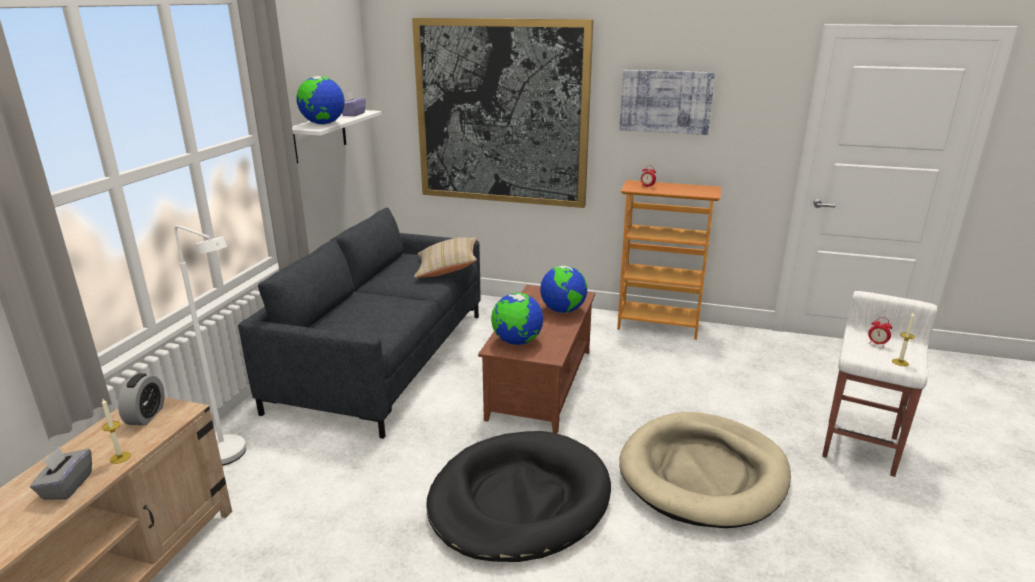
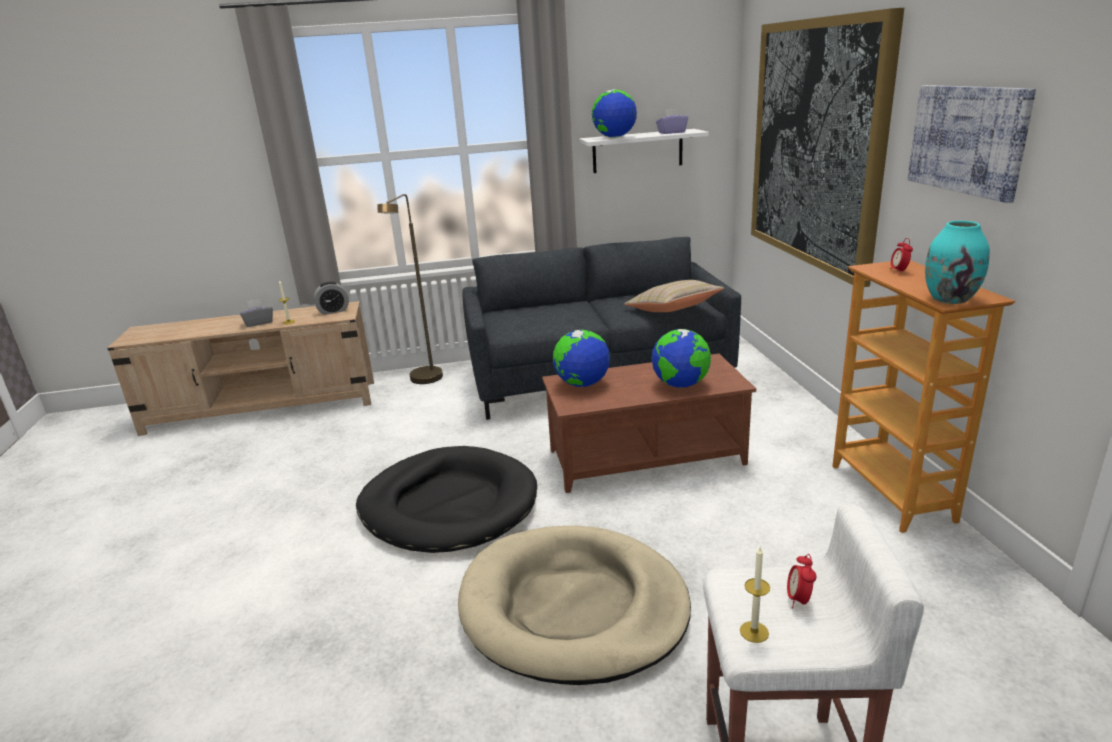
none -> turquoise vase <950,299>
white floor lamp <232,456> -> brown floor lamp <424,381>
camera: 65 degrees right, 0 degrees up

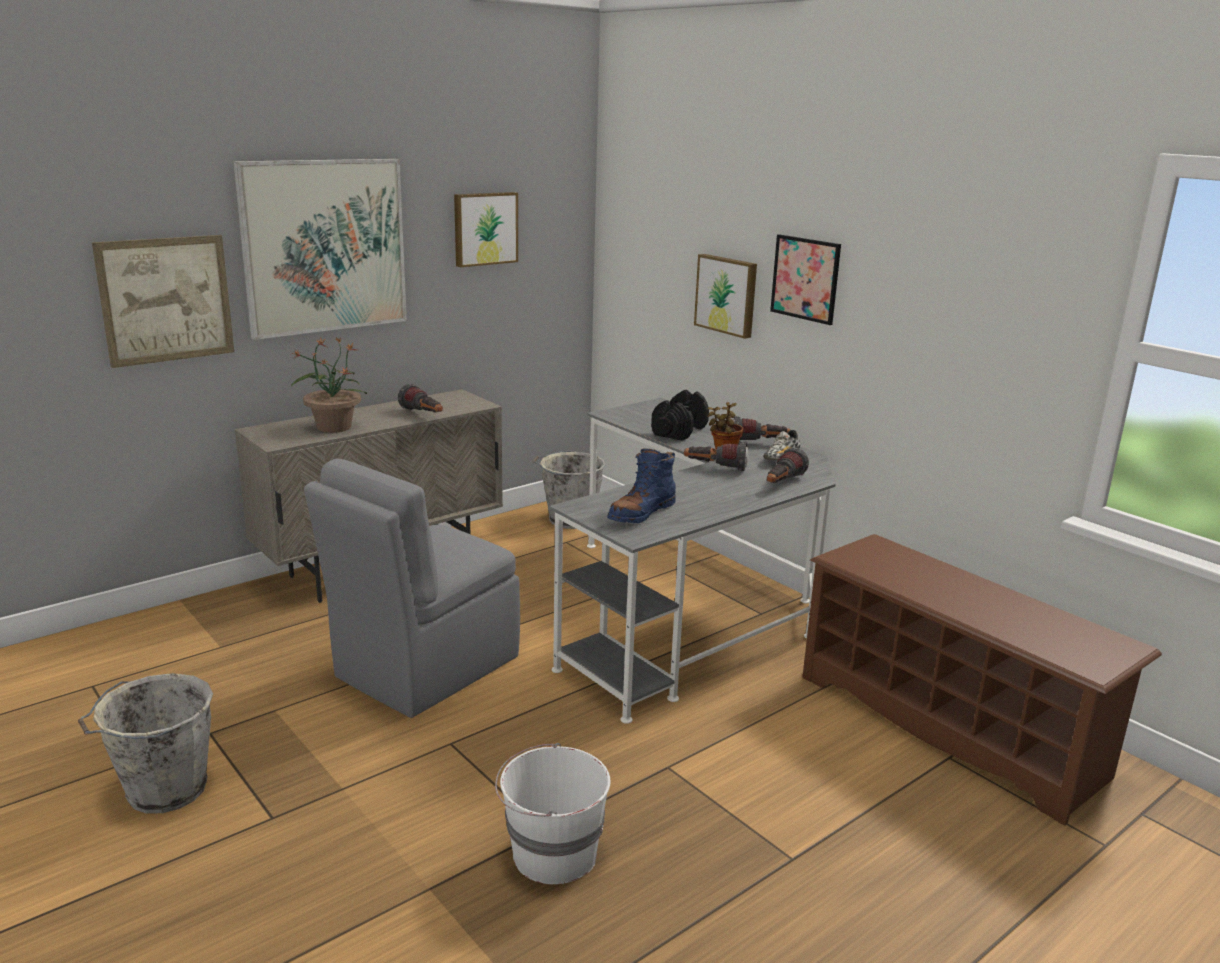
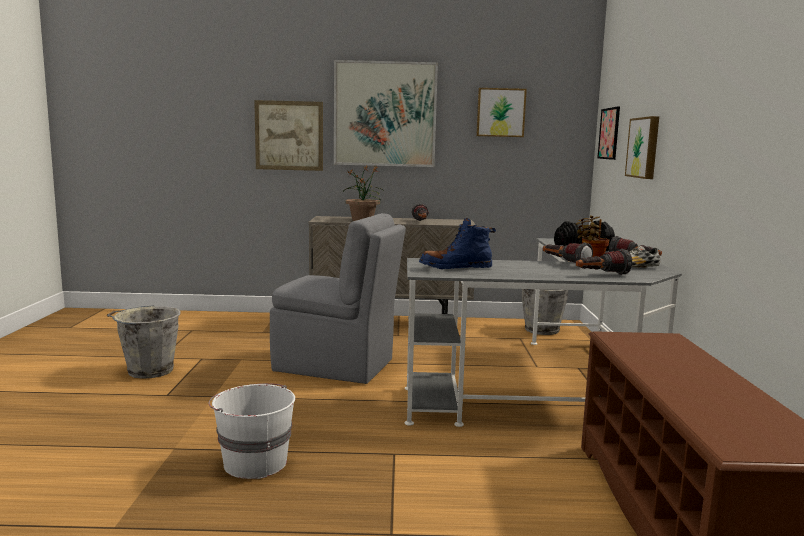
picture <805,278> -> picture <609,133>, moved
grey chair <423,668> -> grey chair <336,366>, 150 degrees counterclockwise
camera: 40 degrees right, 10 degrees down

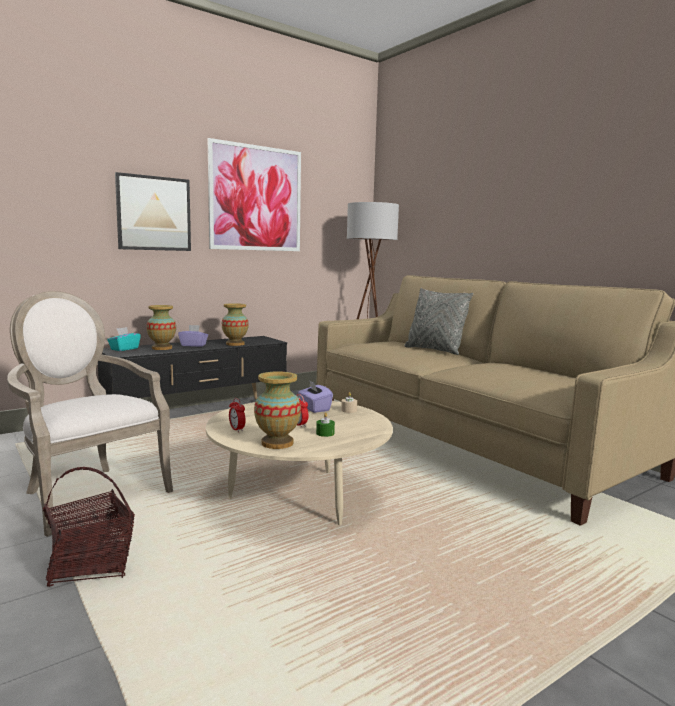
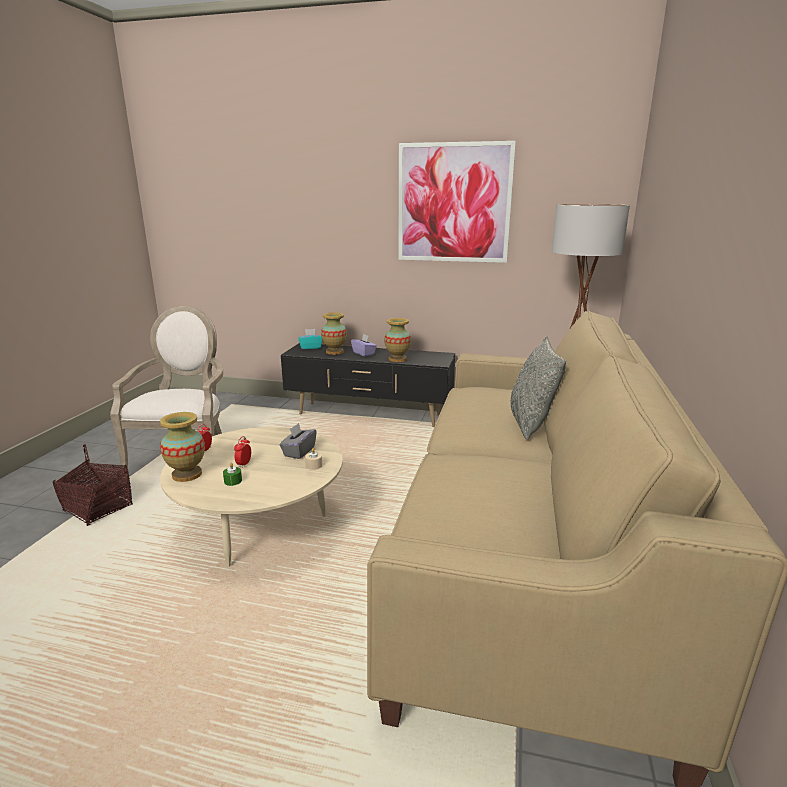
picture <154,213> -> none
purple tissue box <314,408> -> grey tissue box <299,452>
camera: 50 degrees right, 10 degrees up

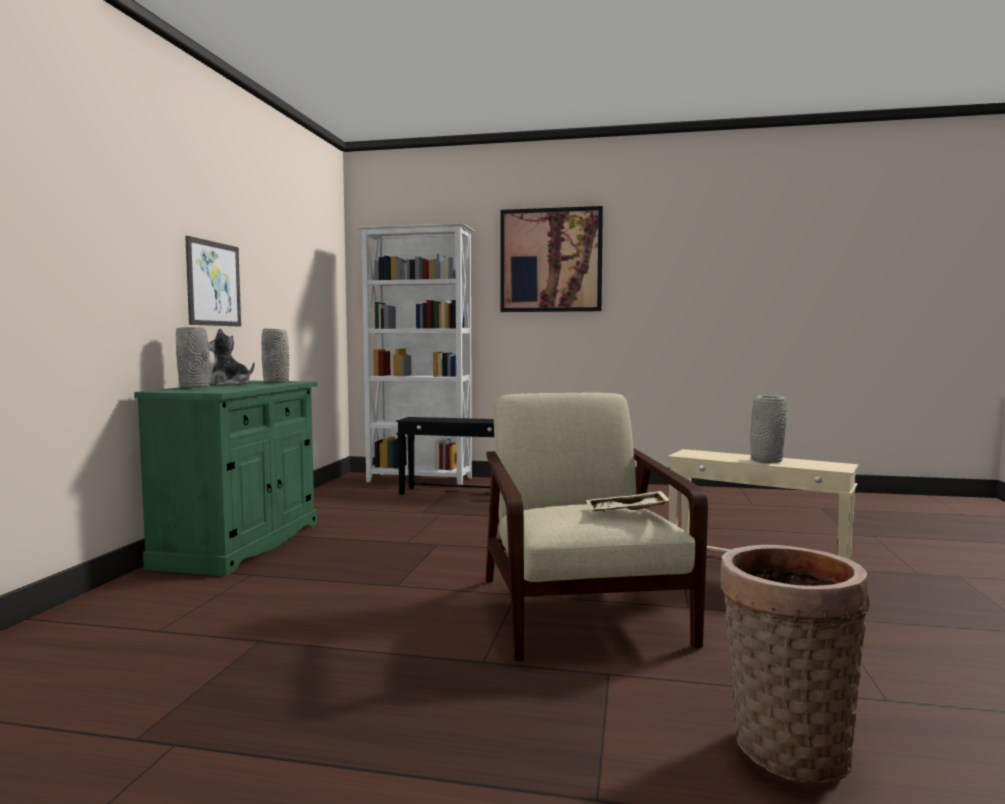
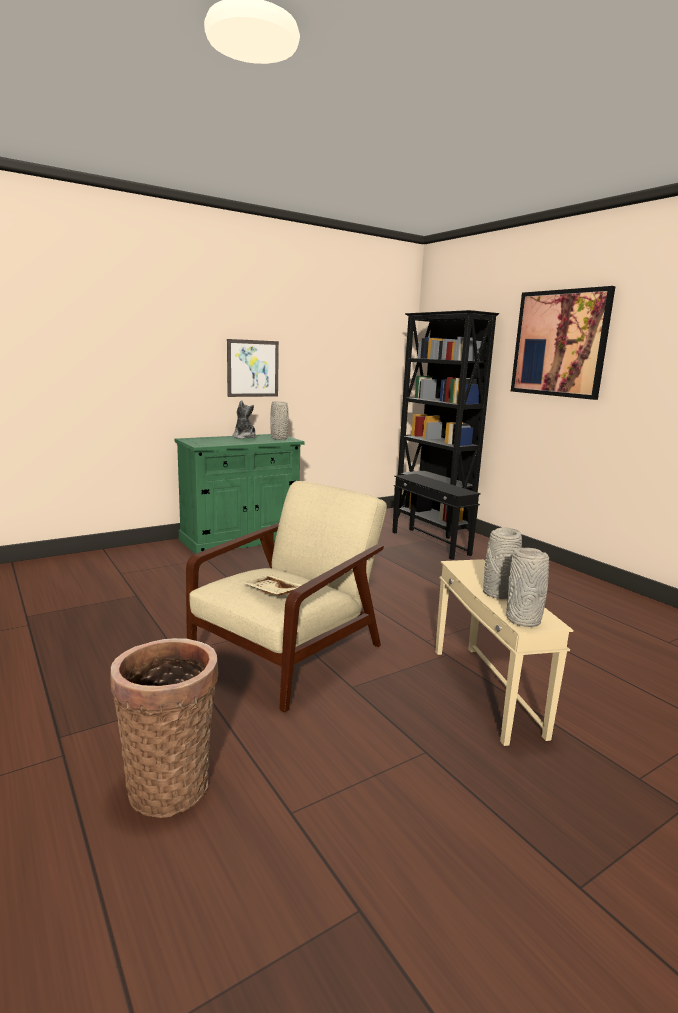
grey vase <195,387> -> grey vase <524,620>, moved
white bookcase <420,480> -> black bookcase <432,525>
camera: 45 degrees right, 10 degrees up

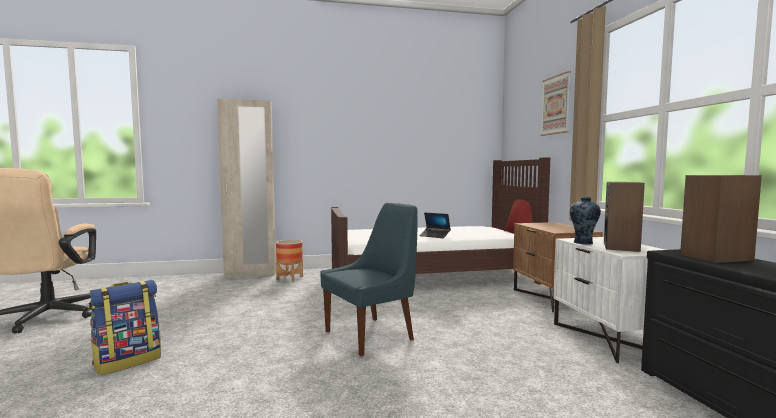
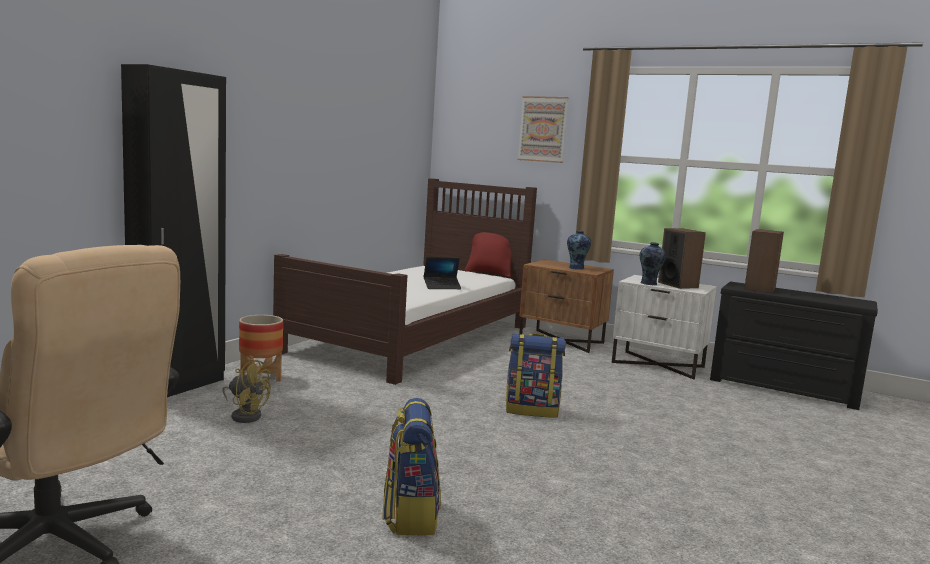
none -> yellow fan <245,415>
none -> vase <576,268>
blue chair <372,335> -> backpack <532,410>
beige wardrobe <250,274> -> black wardrobe <178,387>
camera: 50 degrees left, 5 degrees up

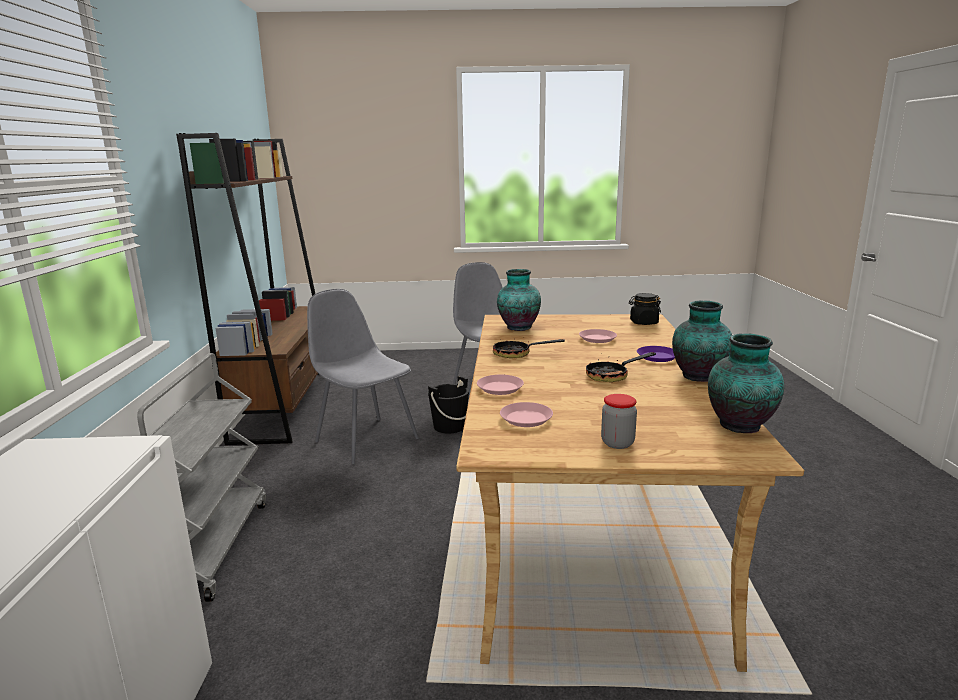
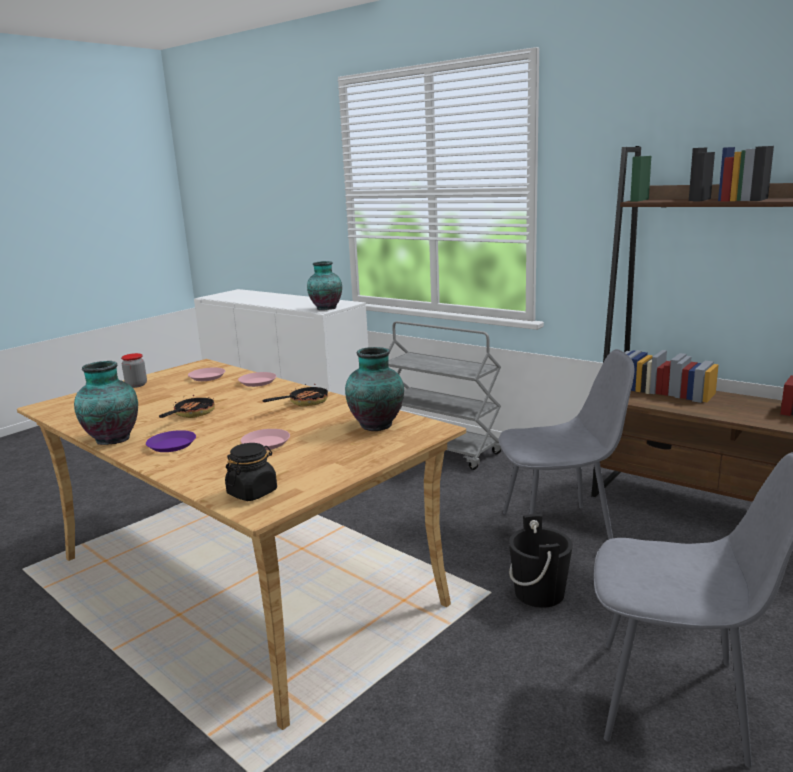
vase <740,426> -> vase <325,308>, moved
camera: 130 degrees right, 0 degrees up

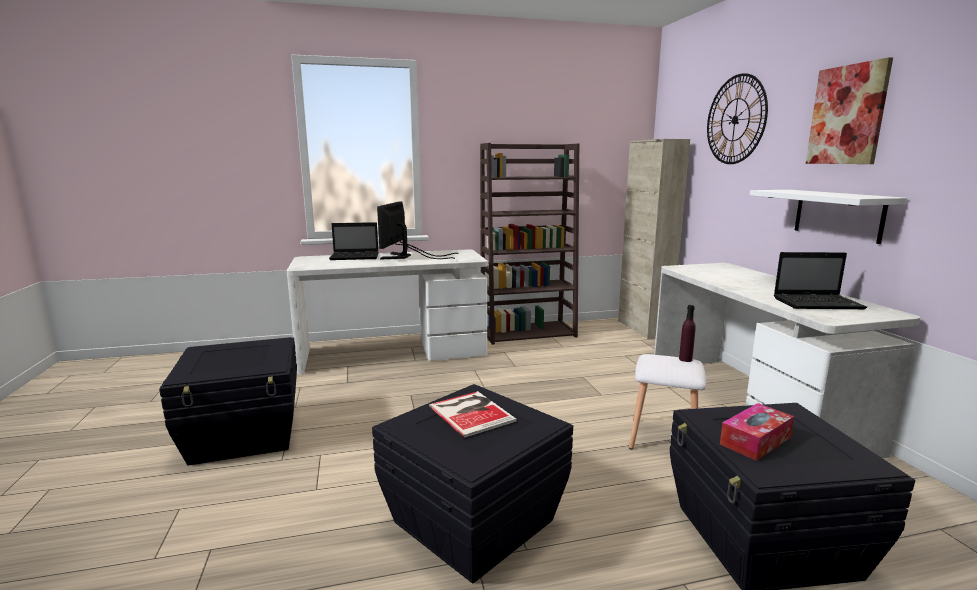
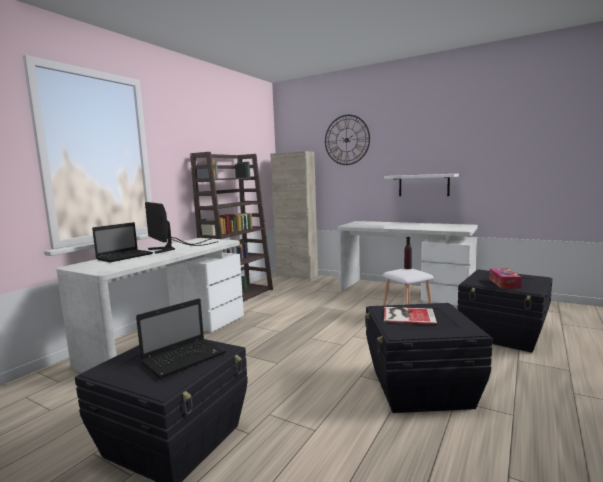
picture <847,115> -> none
laptop <819,303> -> laptop <185,358>, moved
camera: 45 degrees left, 5 degrees down

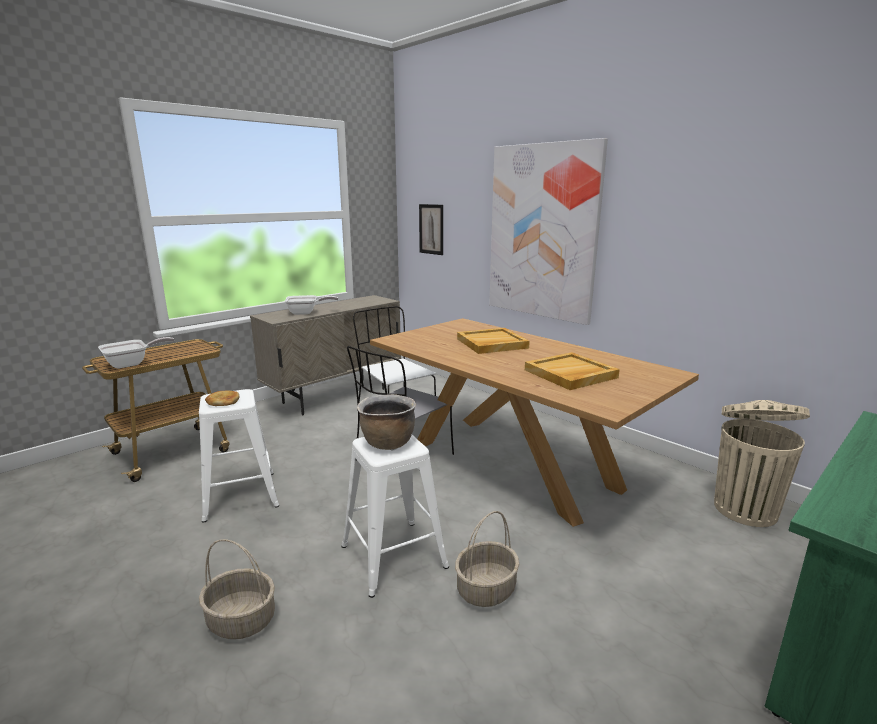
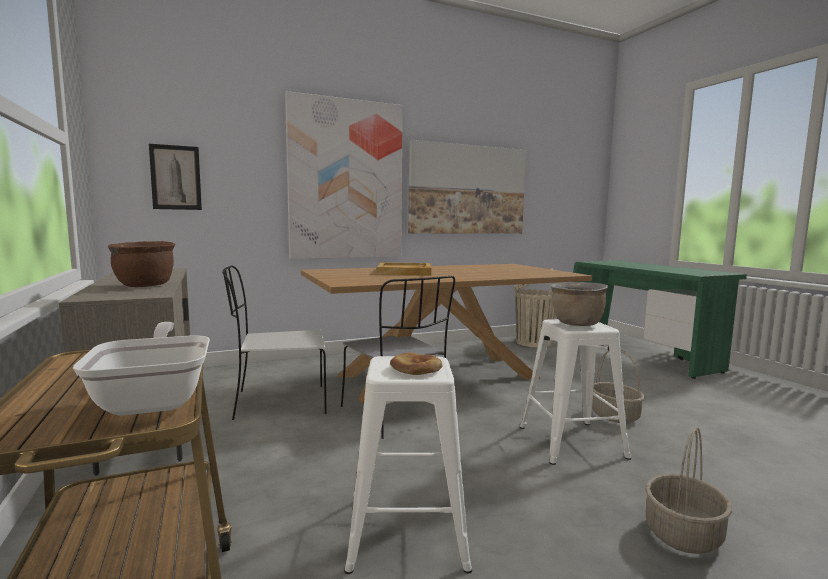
beige tray <570,374> -> none
none -> picture <467,190>
frying pan <306,313> -> brown cooking pot <145,286>
camera: 70 degrees left, 10 degrees down

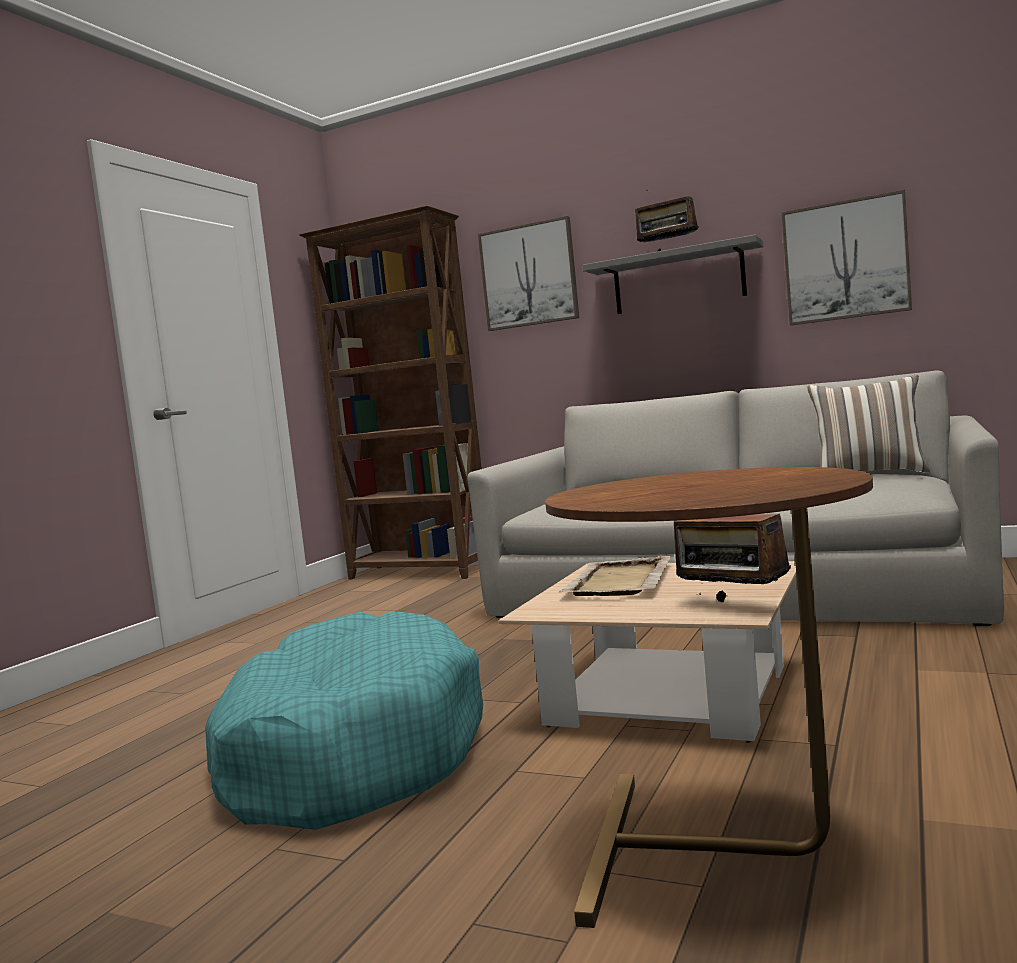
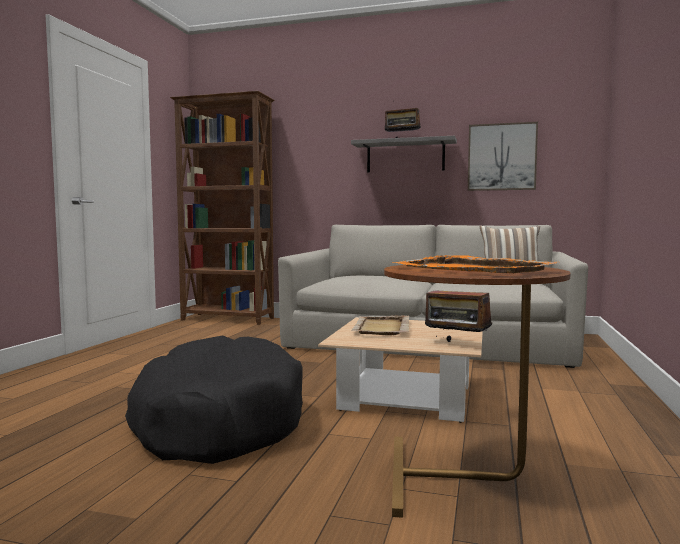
picture <529,275> -> none
none -> orange tray <473,269>
turquoise dog bed <348,753> -> black dog bed <217,421>
camera: 10 degrees left, 0 degrees up

